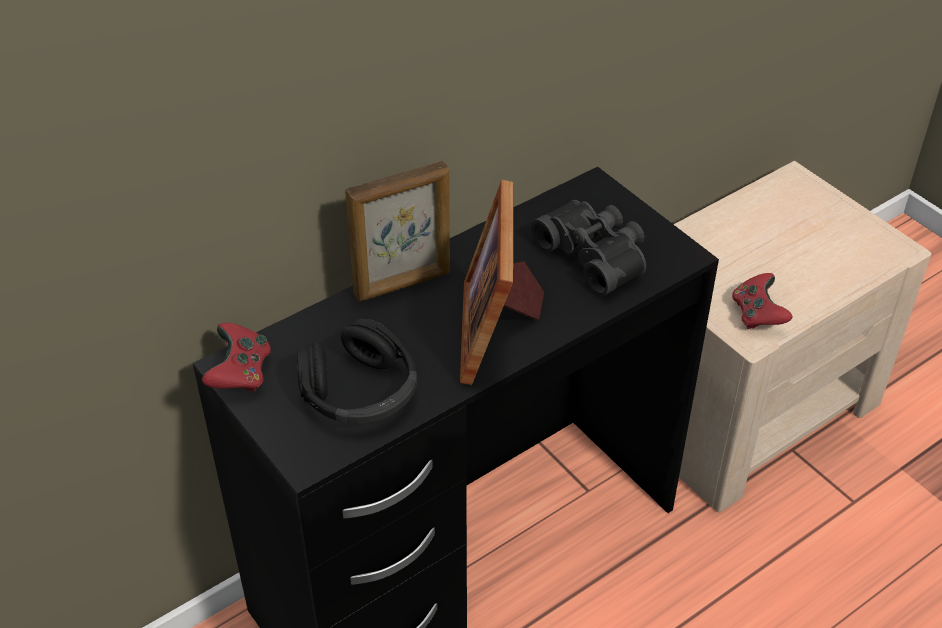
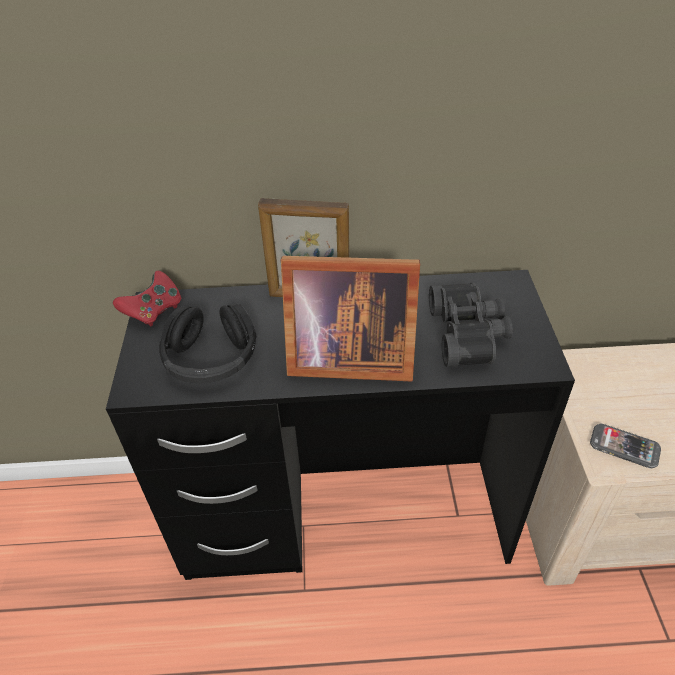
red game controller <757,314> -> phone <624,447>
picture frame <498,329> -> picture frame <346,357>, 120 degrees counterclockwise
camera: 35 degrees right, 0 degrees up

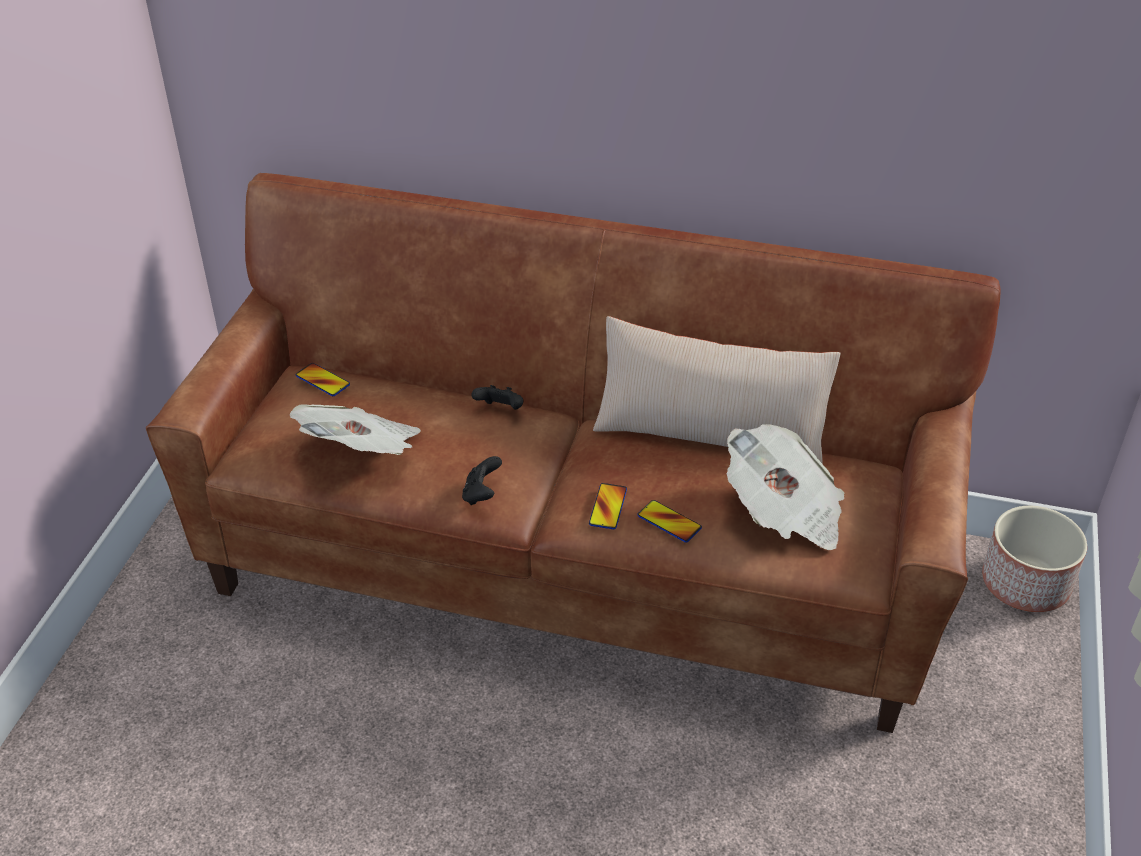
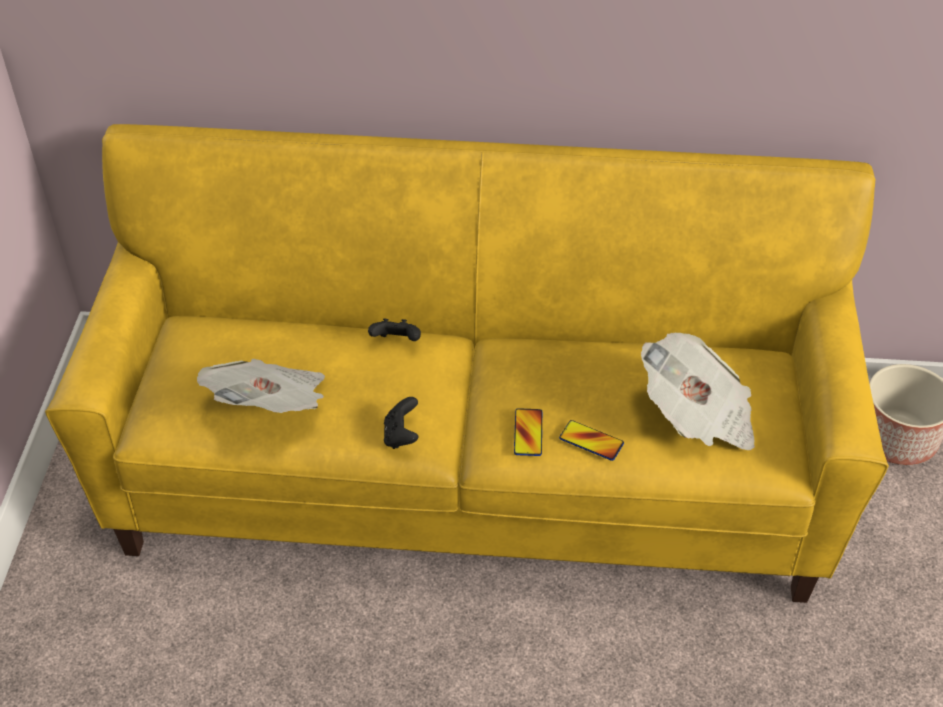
phone <322,380> -> none
beige pillow <710,432> -> none
brown sofa <570,567> -> yellow sofa <470,479>
camera: 10 degrees left, 5 degrees up

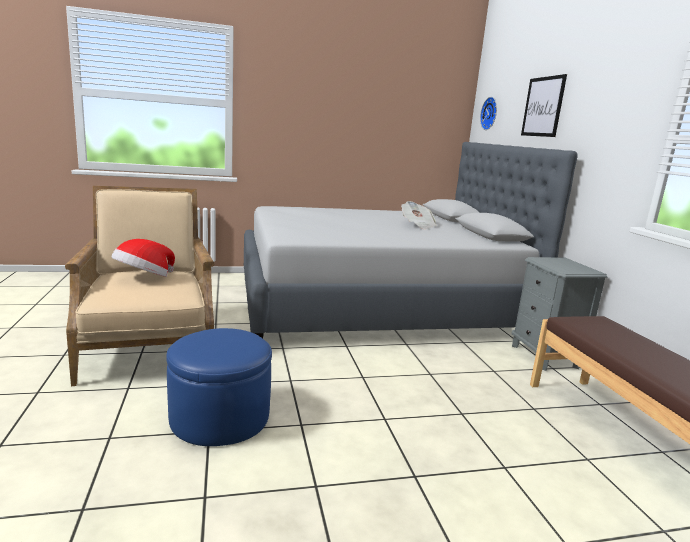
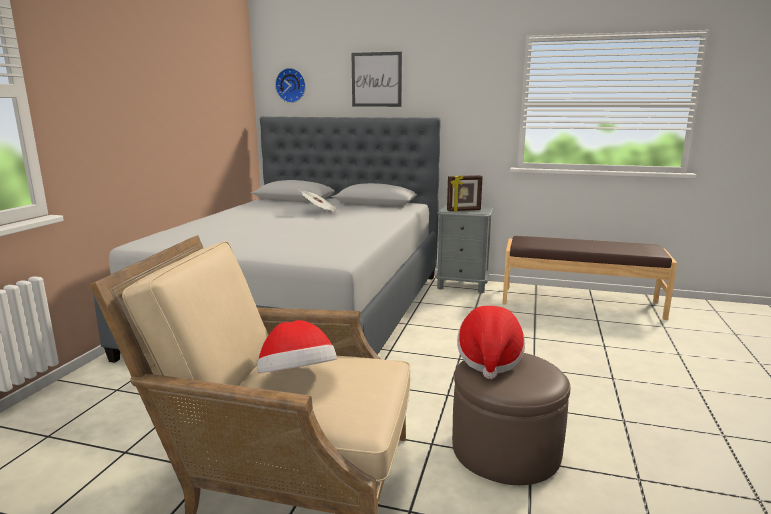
none -> picture frame <464,210>
none -> hat <489,360>
blue ottoman <220,417> -> brown ottoman <505,449>
camera: 60 degrees left, 0 degrees up

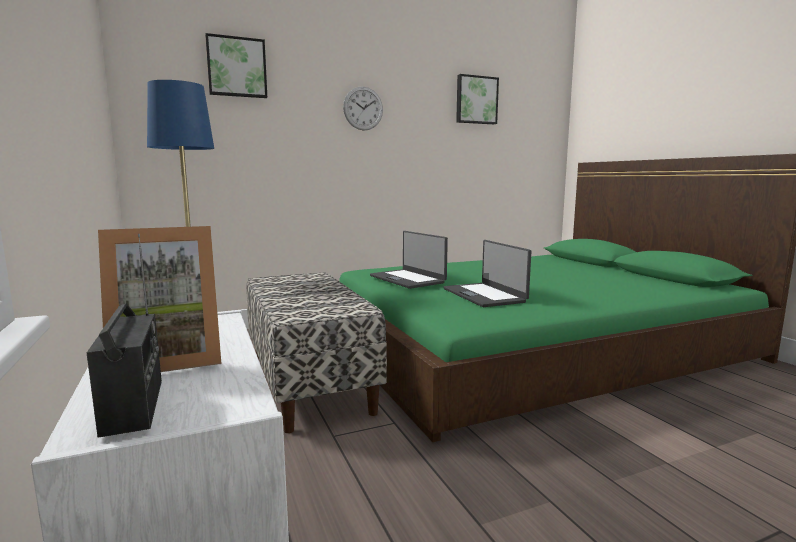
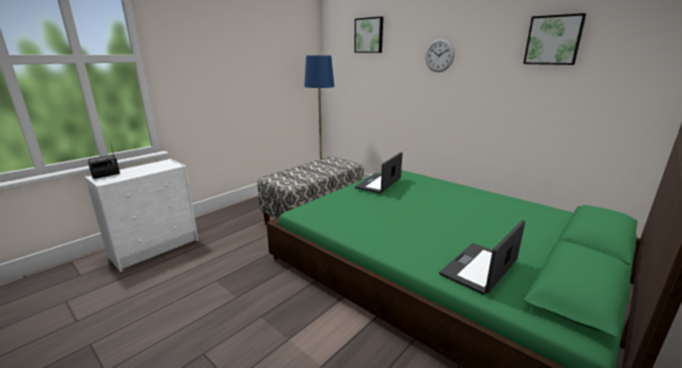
picture frame <168,359> -> none
laptop <484,295> -> laptop <480,268>, moved
camera: 65 degrees right, 10 degrees up

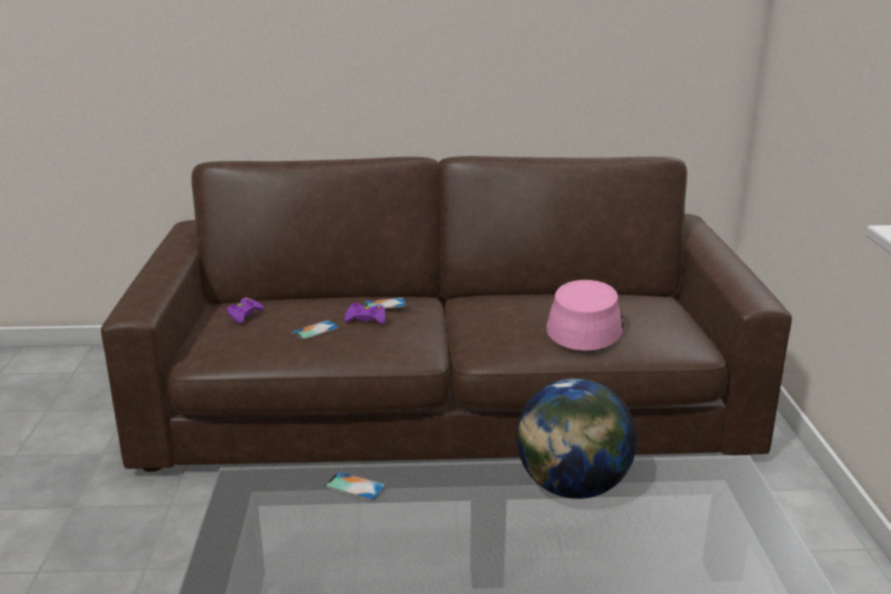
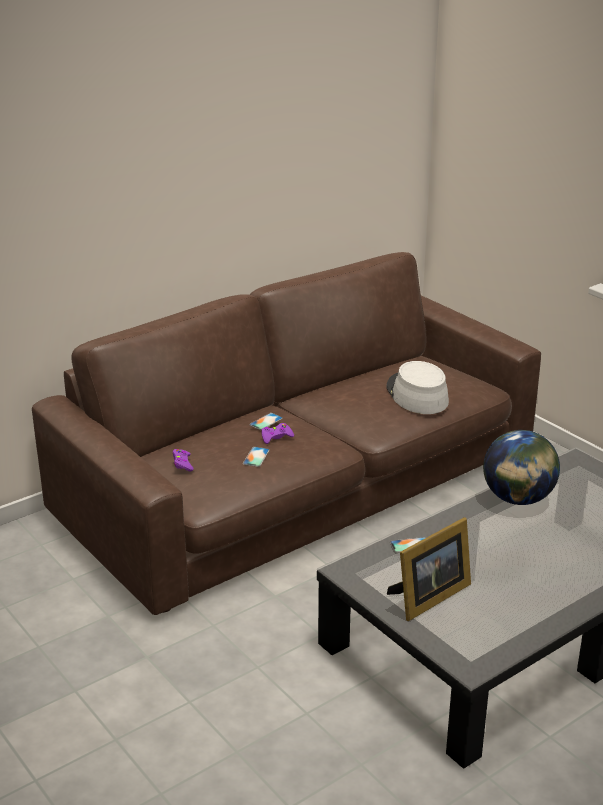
none -> picture frame <428,597>
pink hat <585,325> -> grey hat <416,394>
camera: 35 degrees left, 5 degrees up

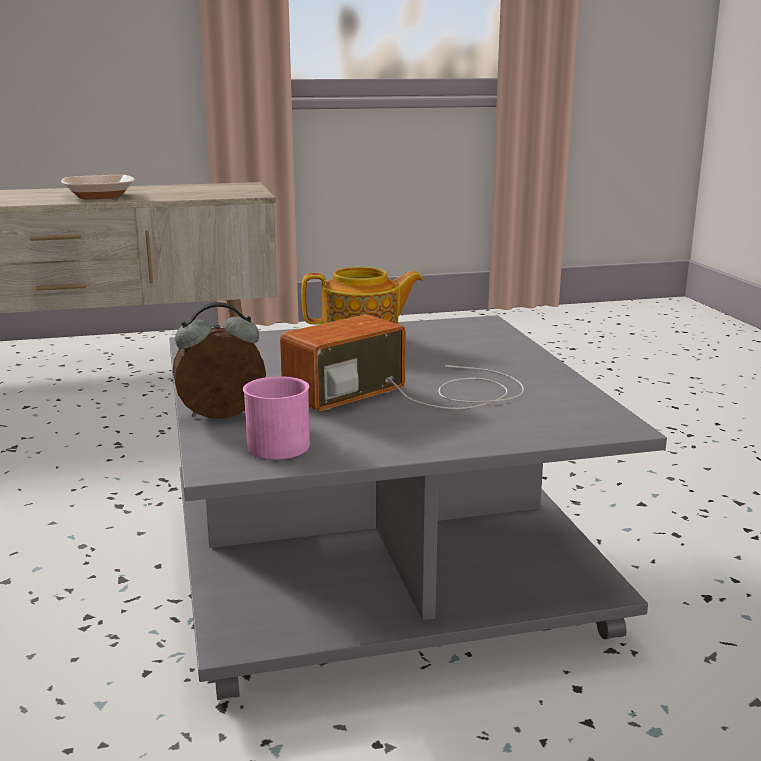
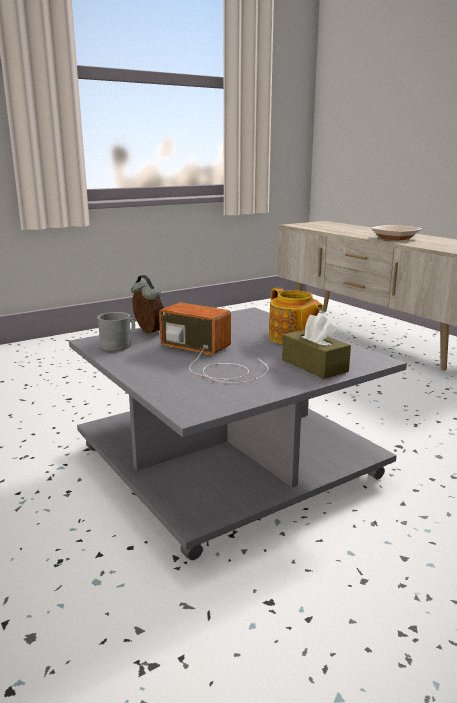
none -> brown tissue box <314,365>
pink mug <273,443> -> grey mug <119,344>
camera: 70 degrees right, 0 degrees up

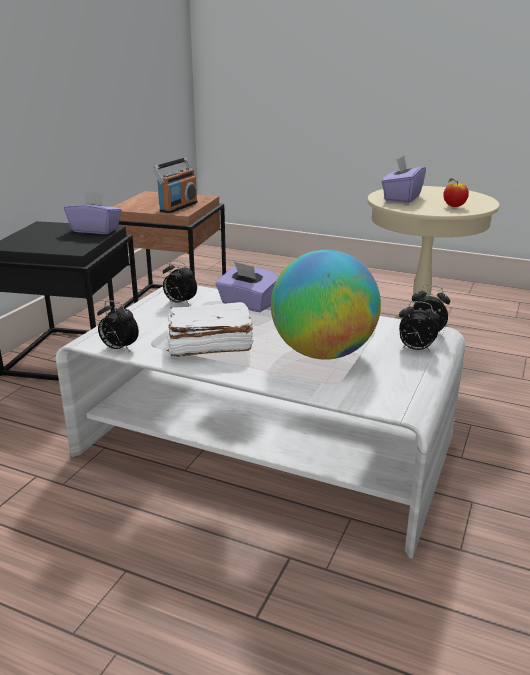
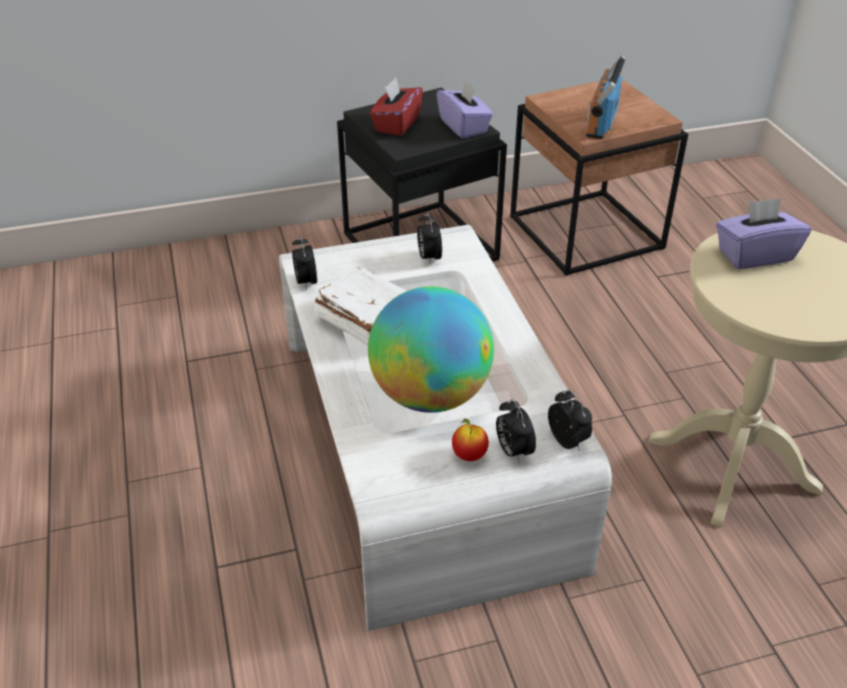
purple tissue box <247,304> -> none
none -> red tissue box <396,124>
apple <454,206> -> apple <469,455>, moved
radio <178,207> -> radio <601,123>, 120 degrees clockwise
camera: 50 degrees right, 15 degrees up

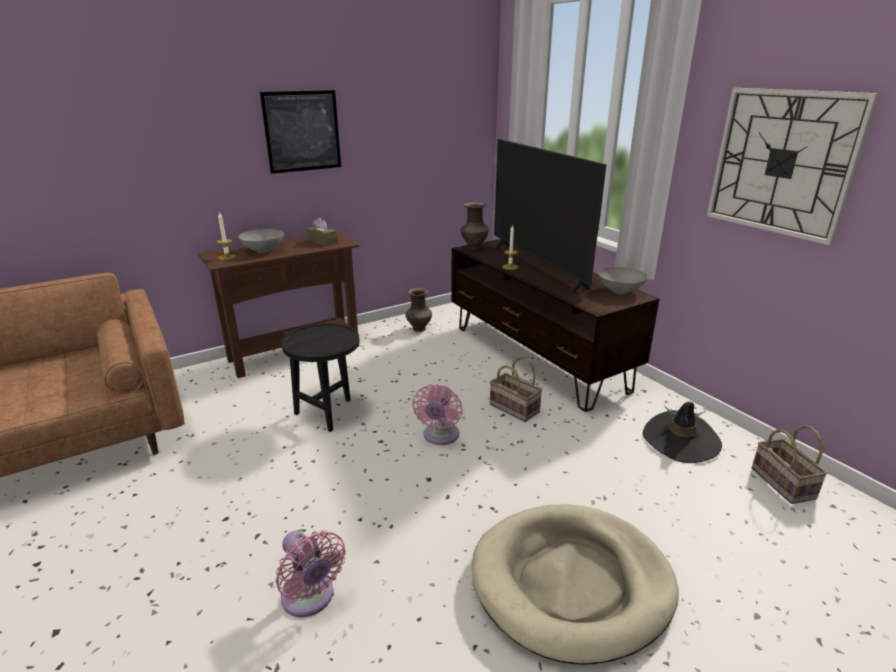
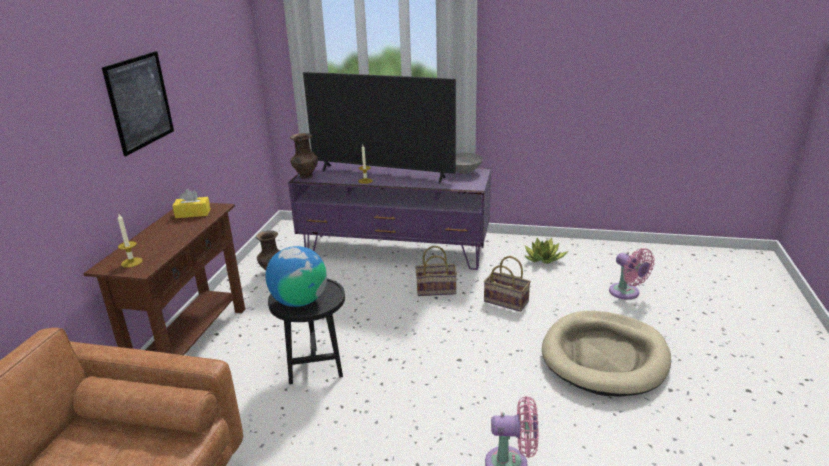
grey bowl <264,250> -> none
wall clock <782,163> -> none
none -> globe <299,301>
pink fan <440,436> -> pink fan <626,293>, moved
basket <784,484> -> basket <507,301>, moved
black hat <680,440> -> potted plant <543,259>
brown tissue box <323,241> -> yellow tissue box <193,213>
brown tv stand <536,357> -> purple tv stand <395,251>
camera: 45 degrees left, 0 degrees up

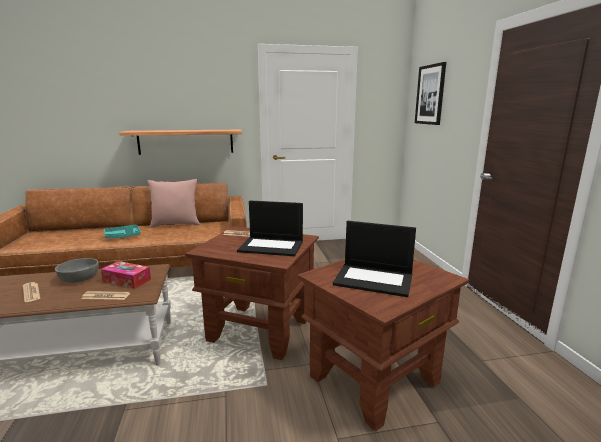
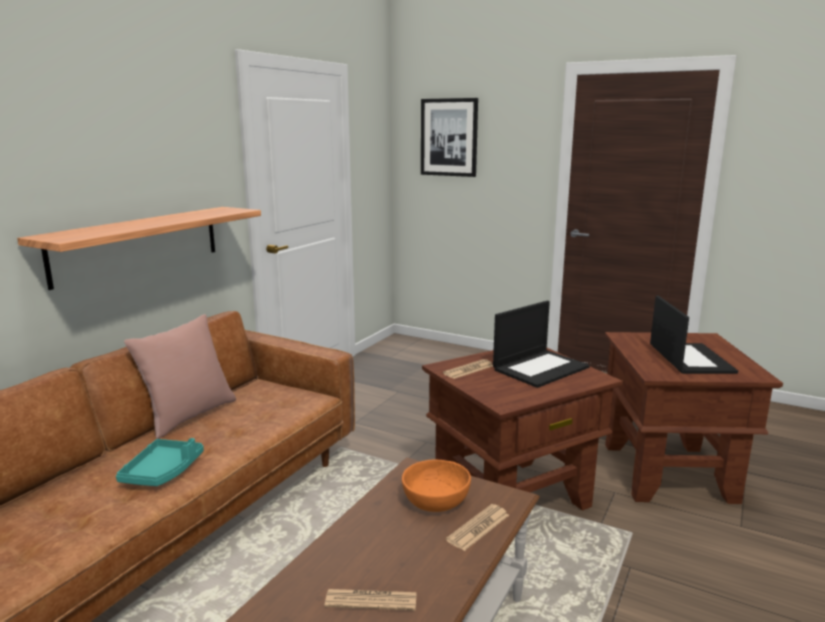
grey bowl <79,278> -> none
tissue box <127,280> -> orange bowl <435,500>
laptop <374,279> -> laptop <689,358>, 60 degrees counterclockwise
camera: 50 degrees left, 0 degrees up

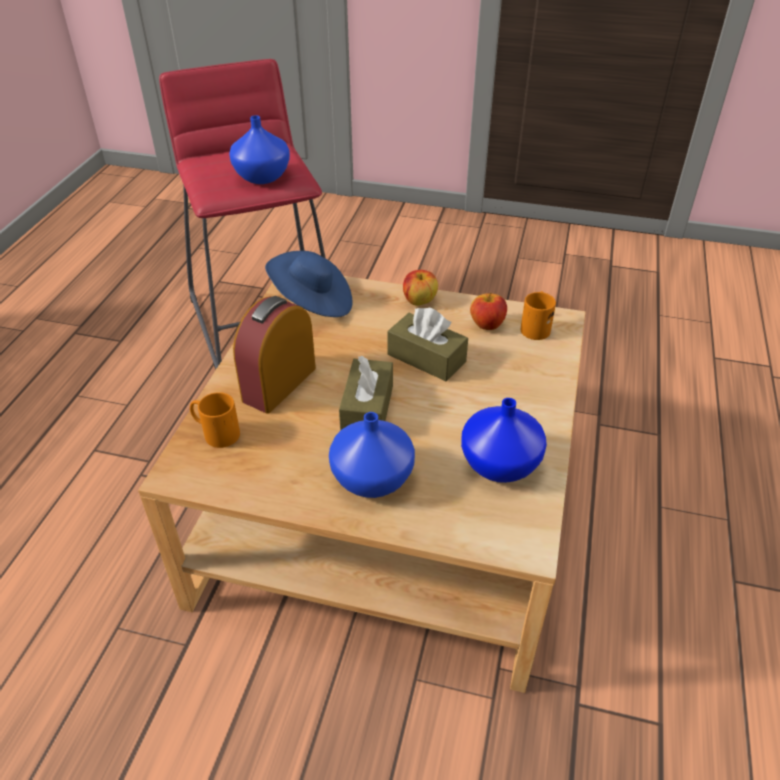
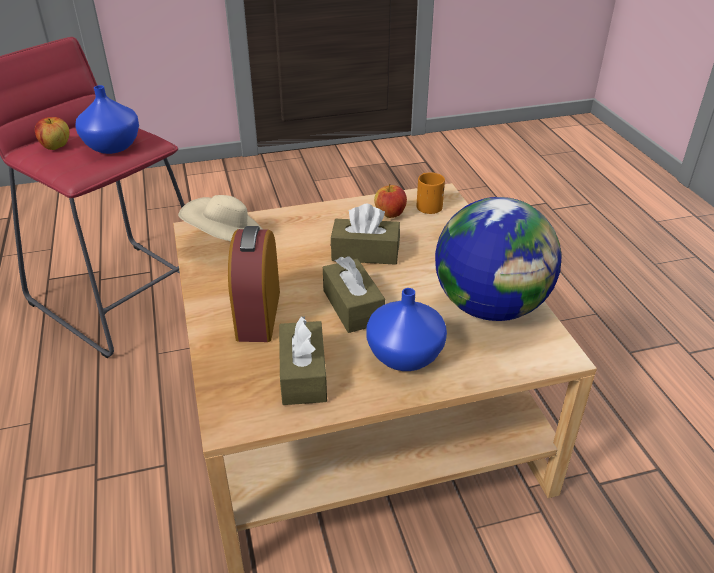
orange mug <215,433> -> none
none -> brown tissue box <303,374>
apple <419,301> -> apple <56,146>, moved
blue vase <501,463> -> globe <490,306>
blue hat <312,302> -> beige hat <229,242>
camera: 30 degrees left, 5 degrees down

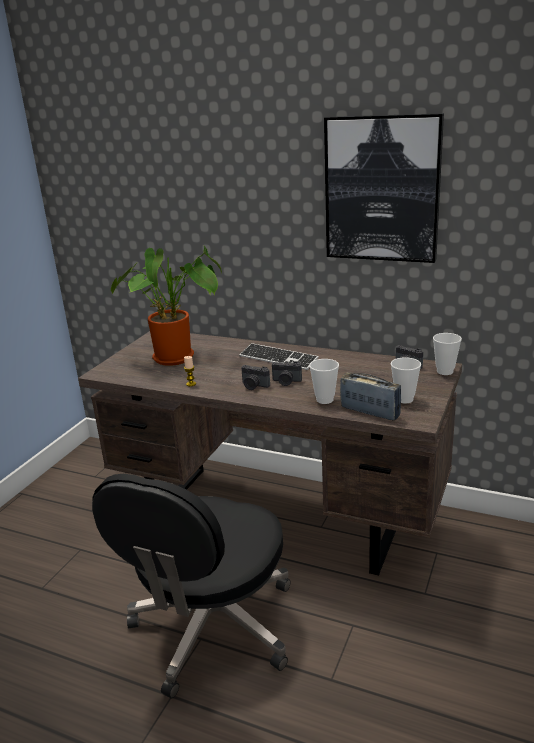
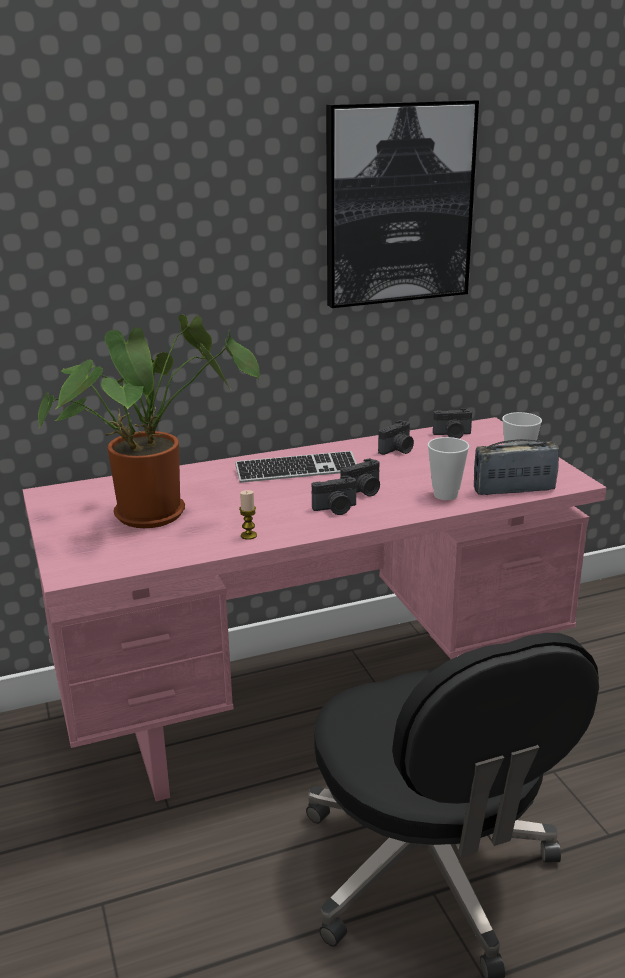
cup <445,371> -> none
none -> photo camera <398,450>
brown desk <278,515> -> pink desk <317,705>
camera: 45 degrees left, 0 degrees up

